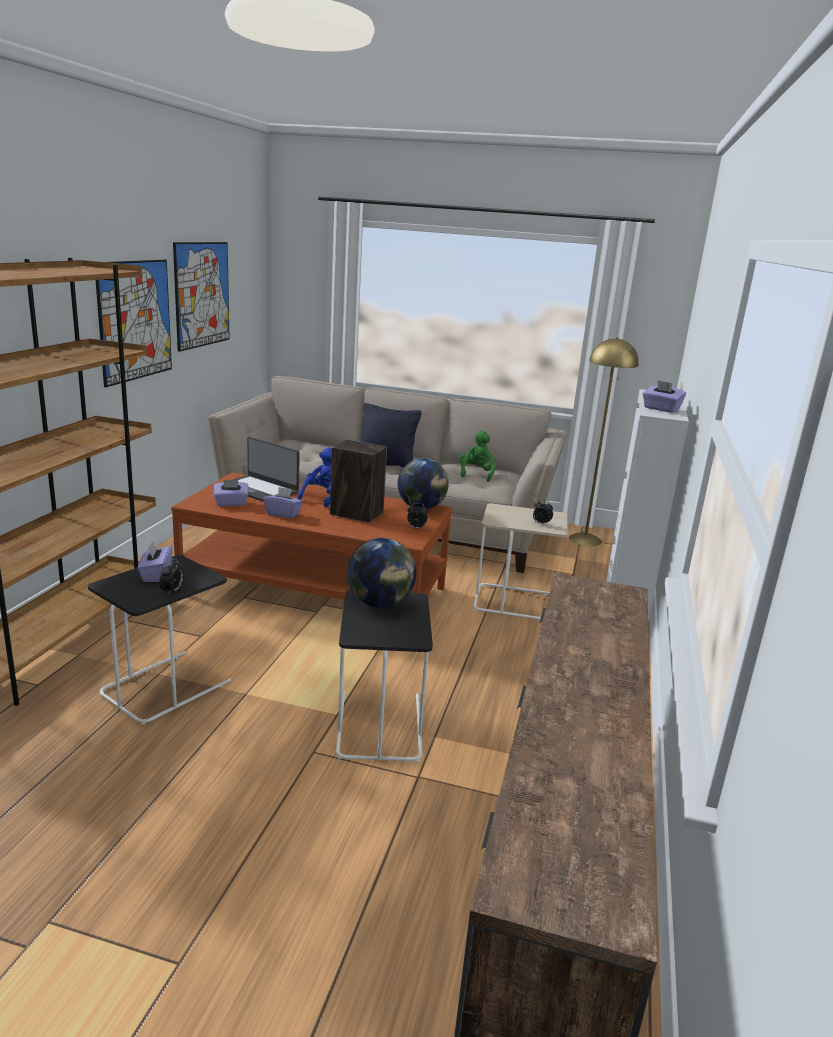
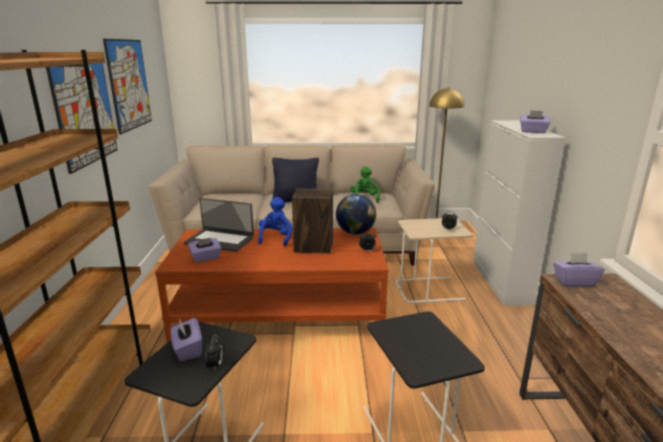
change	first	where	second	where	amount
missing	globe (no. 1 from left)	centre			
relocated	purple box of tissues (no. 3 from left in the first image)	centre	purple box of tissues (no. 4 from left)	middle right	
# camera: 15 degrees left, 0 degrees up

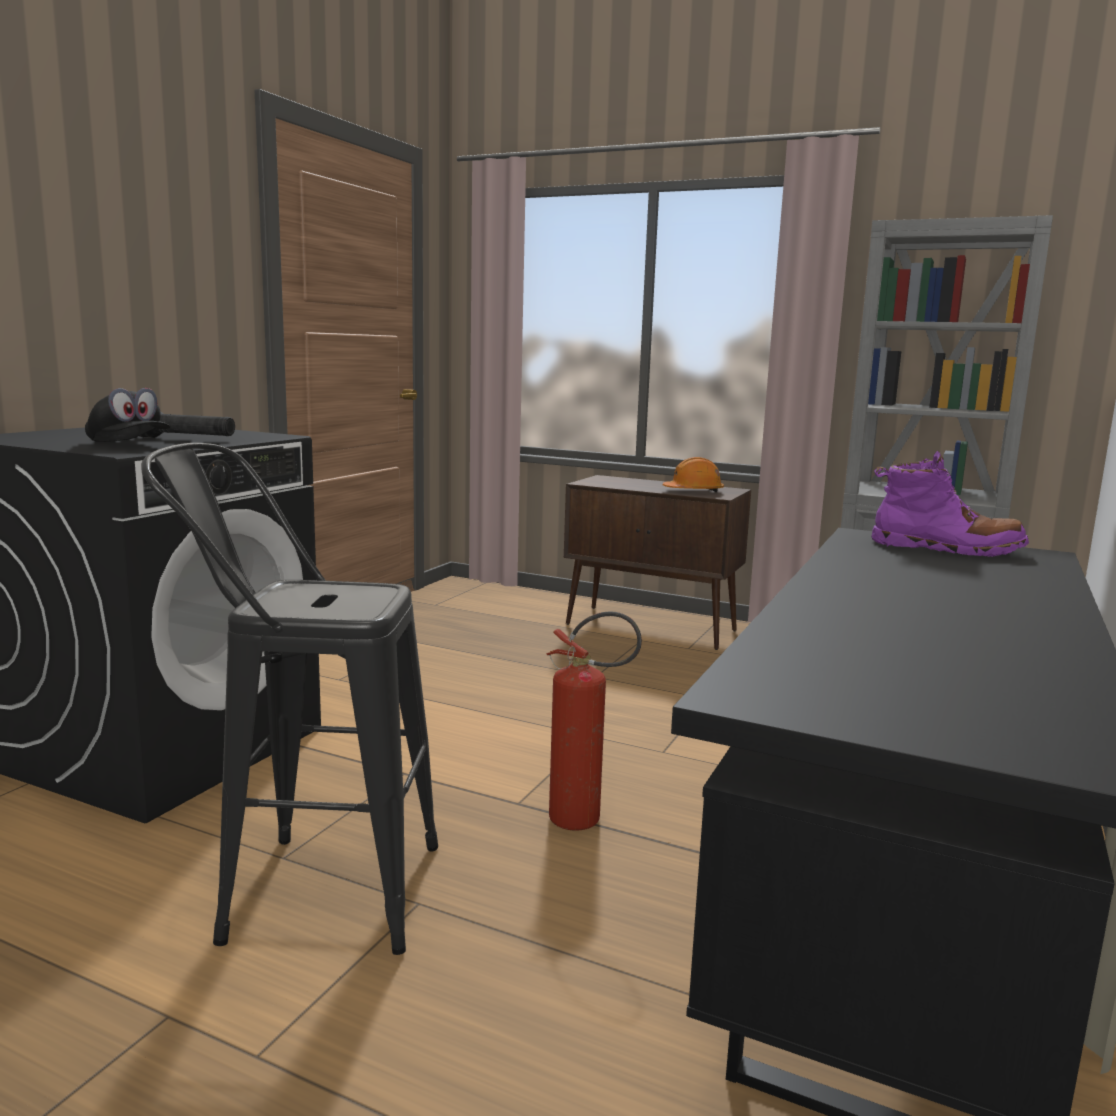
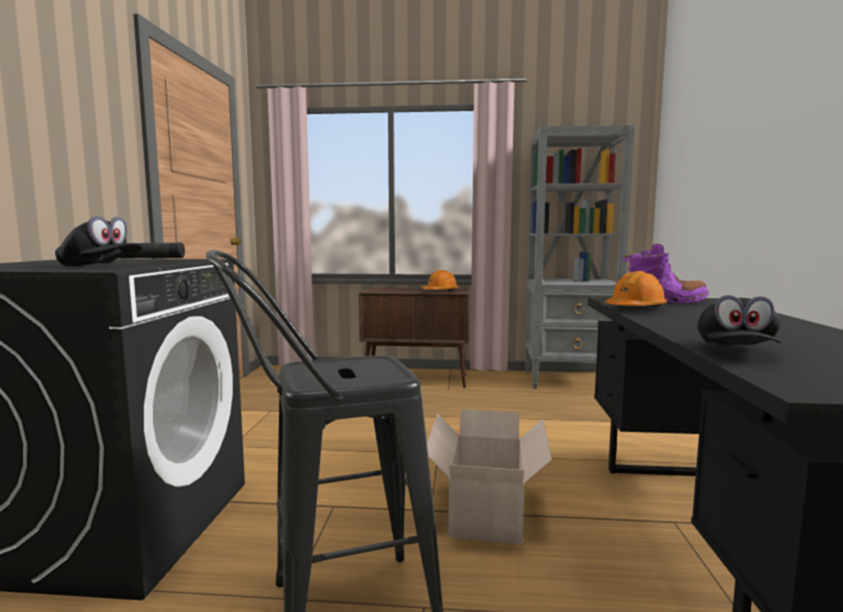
change	first	where	second	where	amount
appeared			orangey work helmet (no. 2 from left)	middle right	
appeared			black-coloured peaked cap (no. 2 from left)	middle right	
exchanged	fire extinguisher	centre	cardboard box	bottom centre	
# camera: 20 degrees left, 5 degrees down

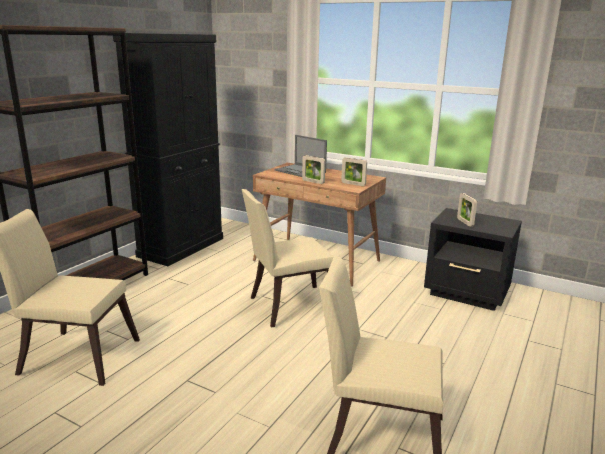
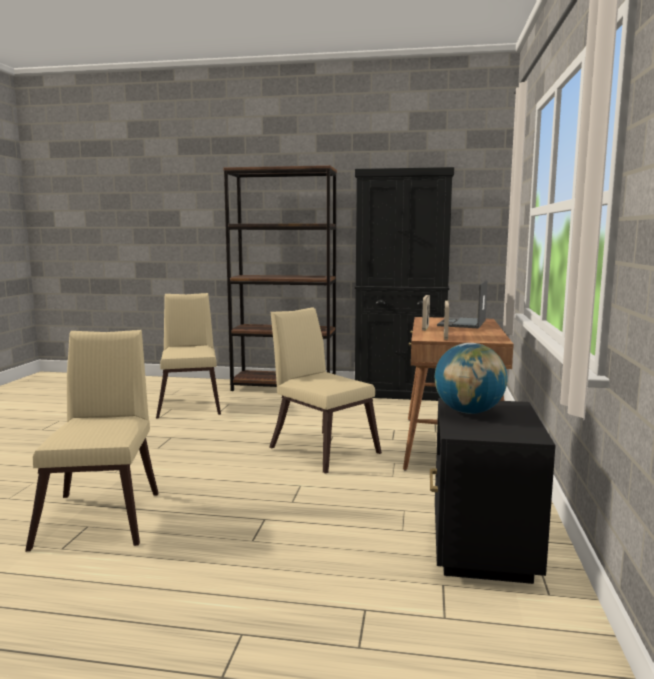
change	first	where	second	where	amount
exchanged	picture frame (no. 3 from left)	middle right	globe	middle right	
# camera: 70 degrees right, 10 degrees down

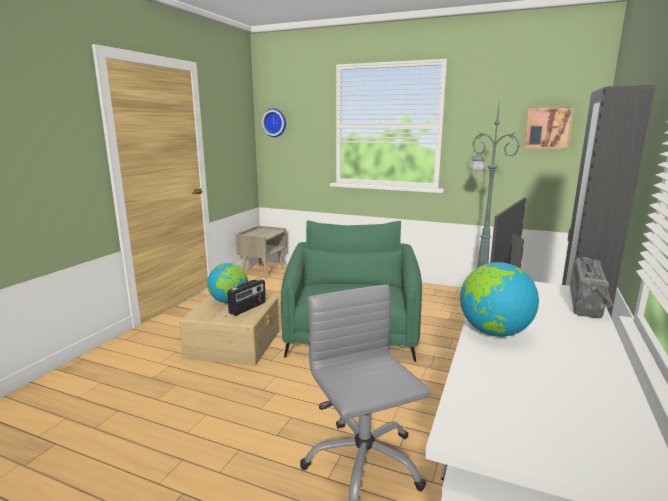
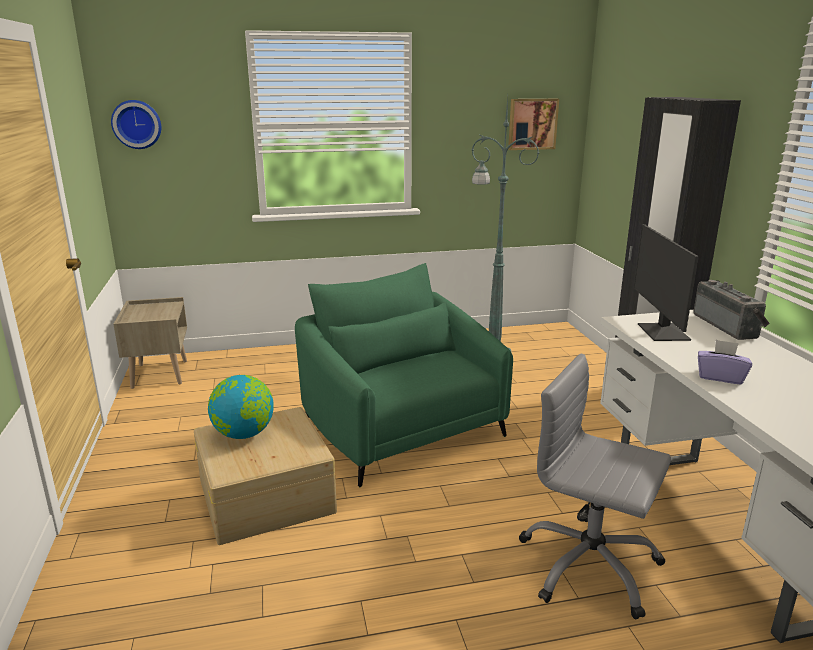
change	first	where	second	where	amount
missing	radio set (no. 1 from left)	centre			
exchanged	globe (no. 2 from left)	middle right	purple box of tissues	middle right	
# camera: 35 degrees left, 5 degrees up

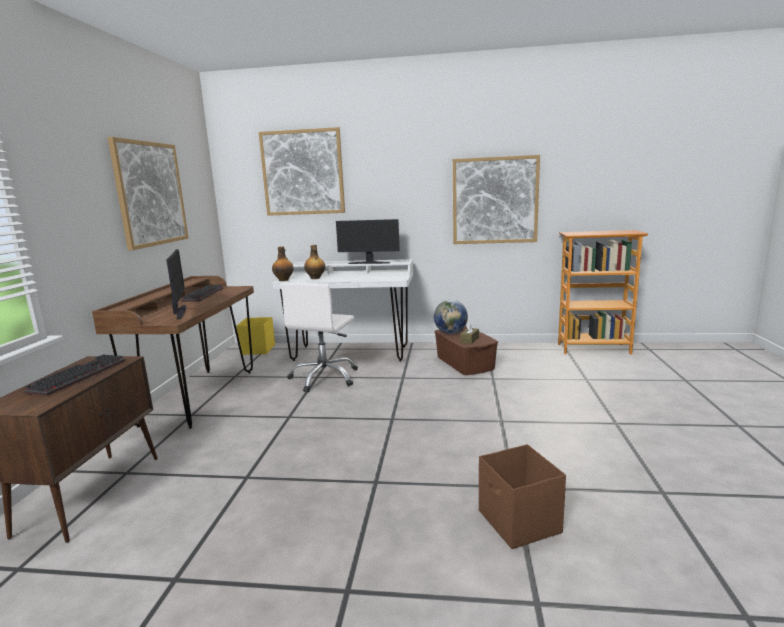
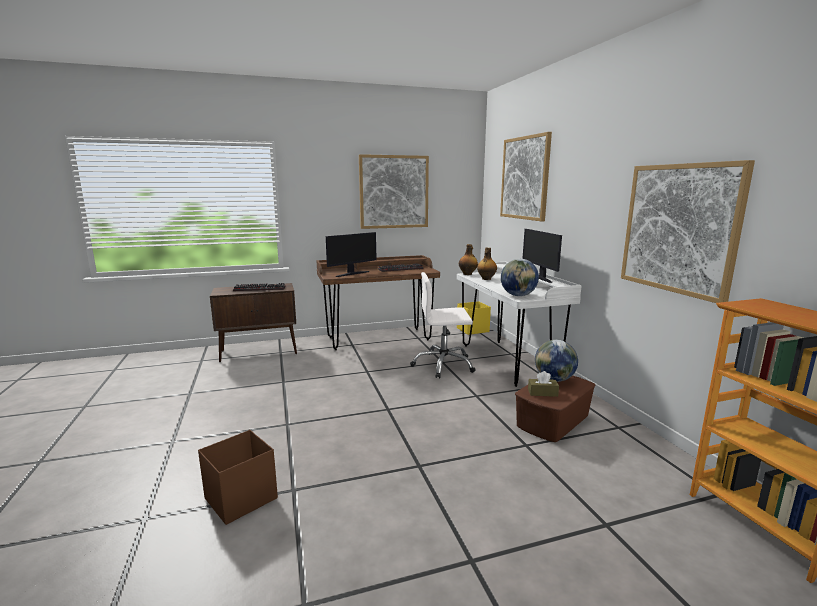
change	first	where	second	where	amount
appeared			globe (no. 1 from left)	centre	
# camera: 65 degrees right, 0 degrees up

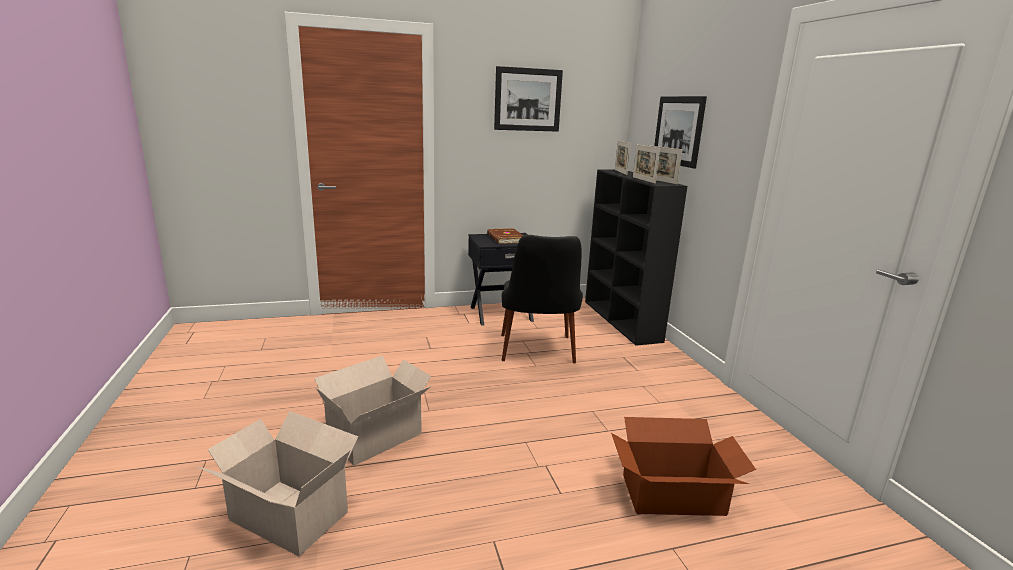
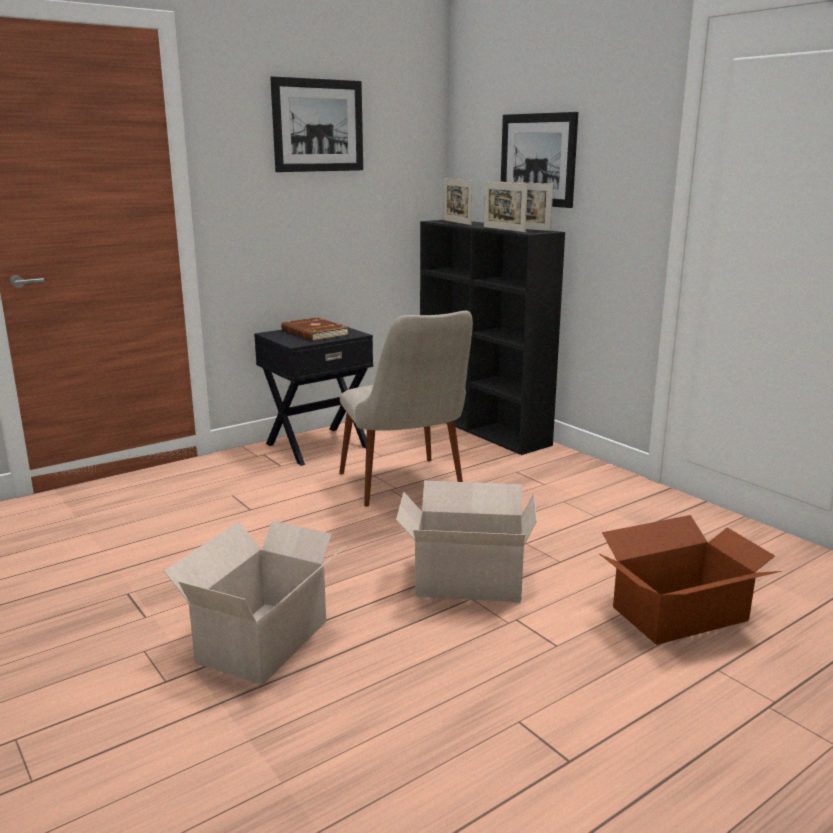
change	first	where	second	where	amount
relocated	cardboard box (no. 1 from left in the first image)	bottom left	cardboard box (no. 2 from left)	centre	
colour	black-coloured chair	centre	beige chair	centre	
# camera: 20 degrees left, 0 degrees up

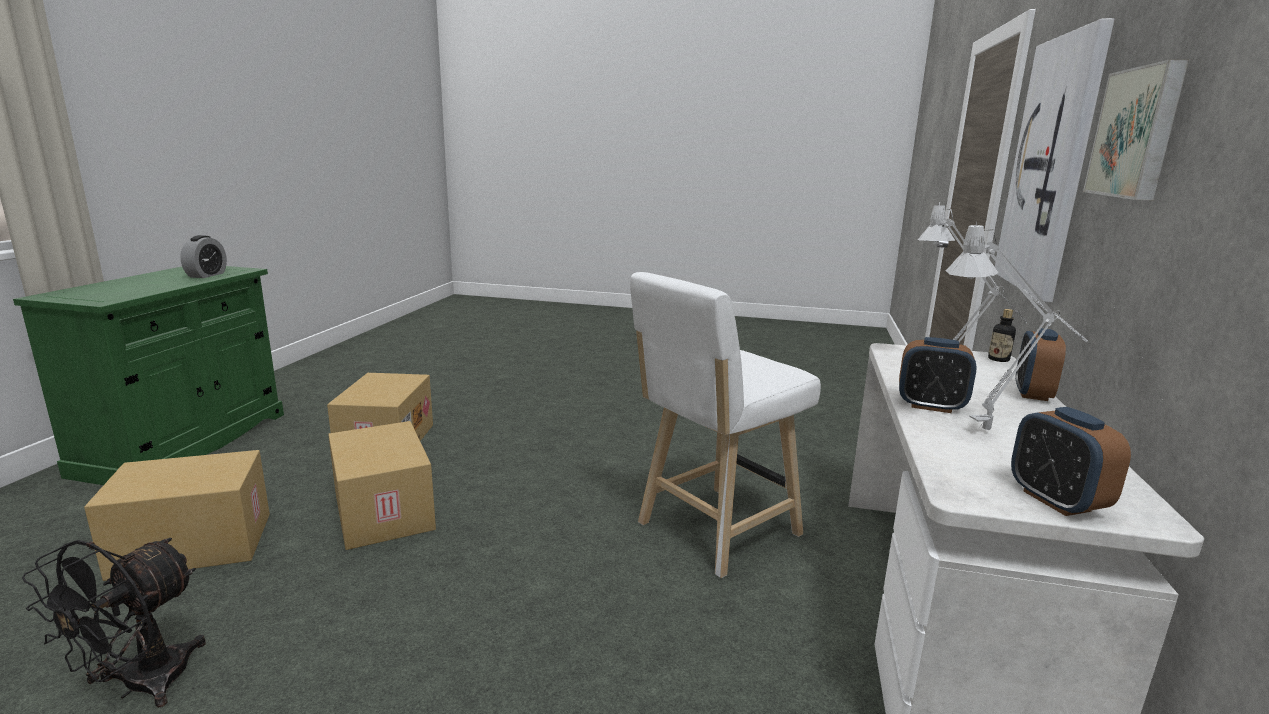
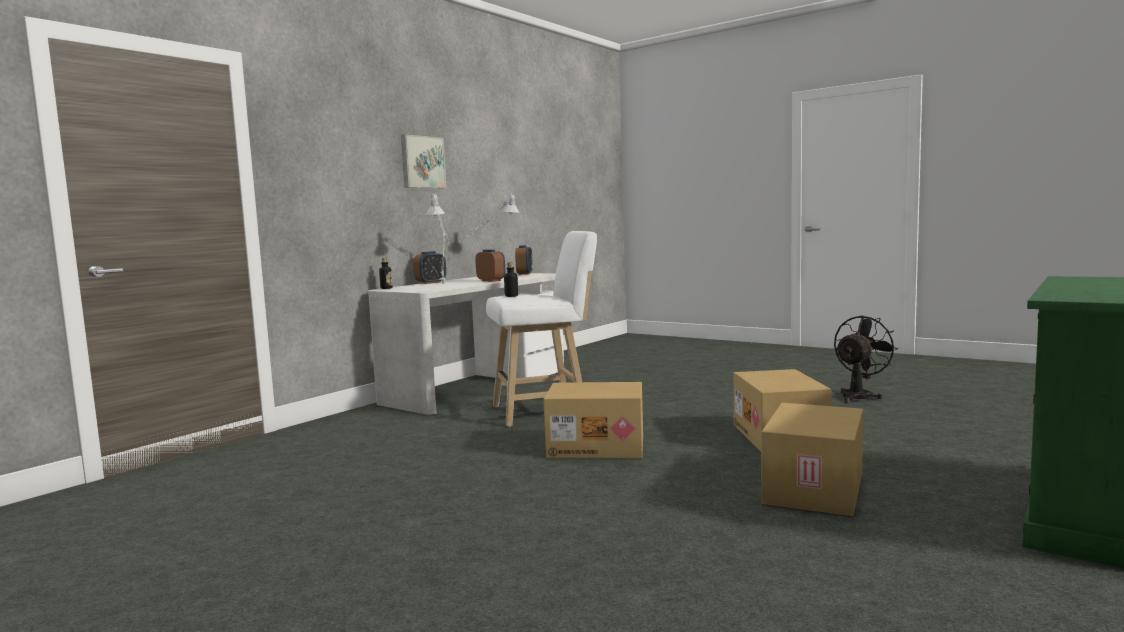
change	first	where	second	where	amount
missing	table clock (no. 1 from left)	middle left			
missing	wall art (no. 1 from left)	top right			
appeared			drink bottle (no. 2 from left)	centre	
relocated	cardboard box (no. 1 from left)	bottom left		centre	
# camera: 155 degrees left, 10 degrees down

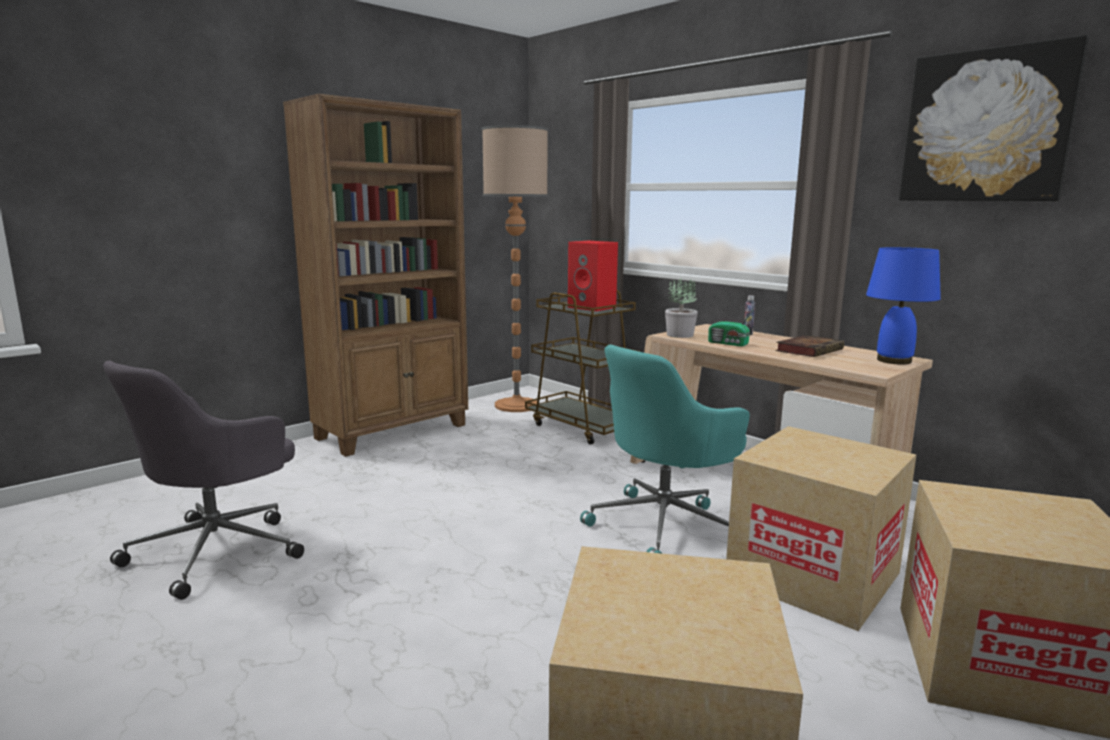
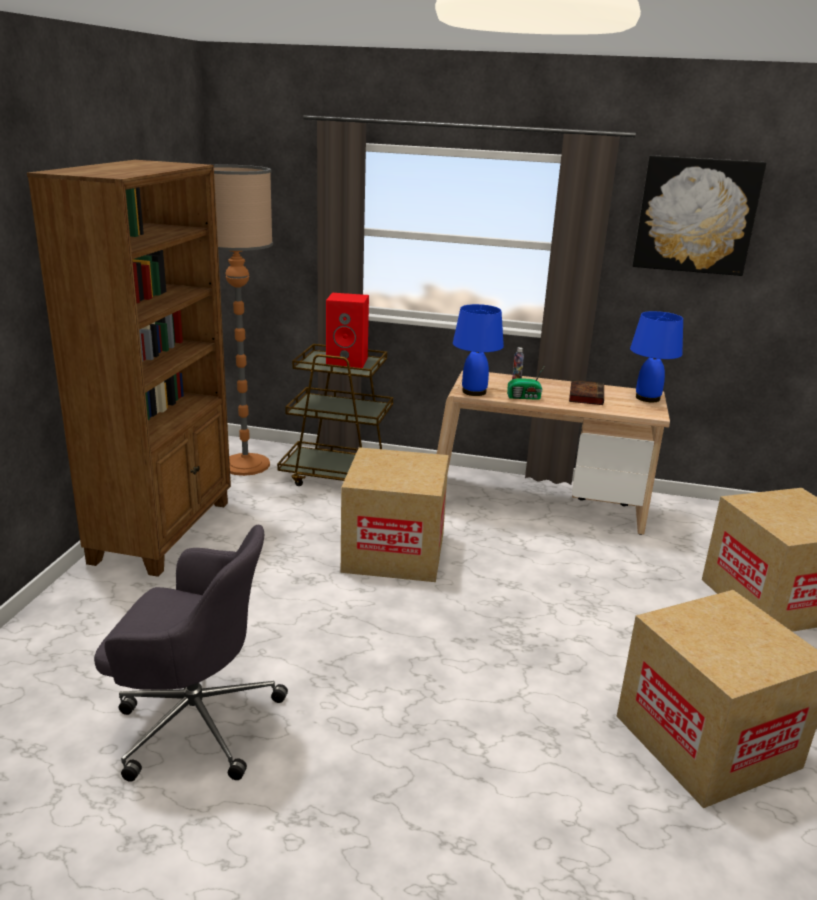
change	first	where	second	where	amount
missing	turquoise-coloured computer chair	centre			
relocated	cardboard box (no. 2 from left in the first image)	bottom right	cardboard box (no. 1 from left)	centre	
exchanged	potted plant	centre	blue lamp for a table (no. 1 from left)	centre	
spun	greyish computer chair	middle left		bottom left	75 degrees counterclockwise
# camera: 35 degrees left, 10 degrees up

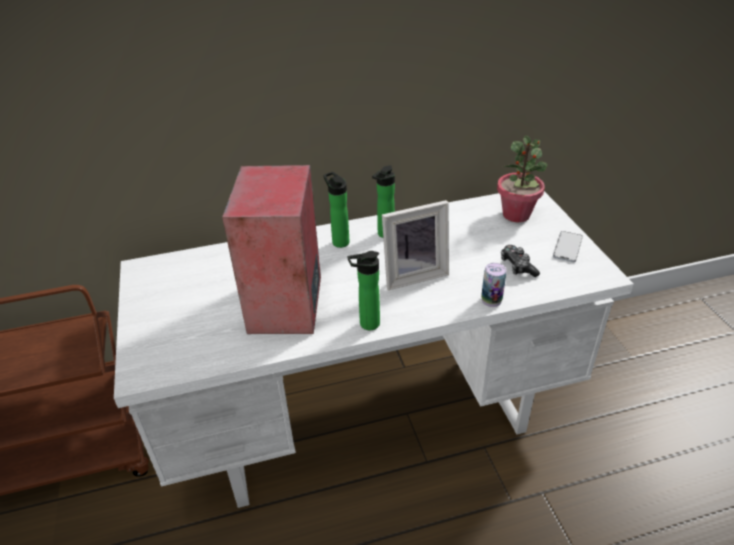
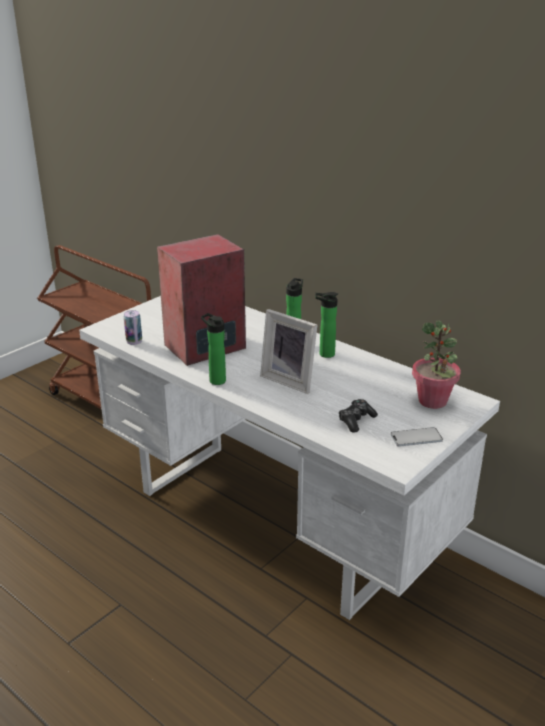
change	first	where	second	where	amount
relocated	can	middle right		middle left	
# camera: 55 degrees right, 10 degrees down

